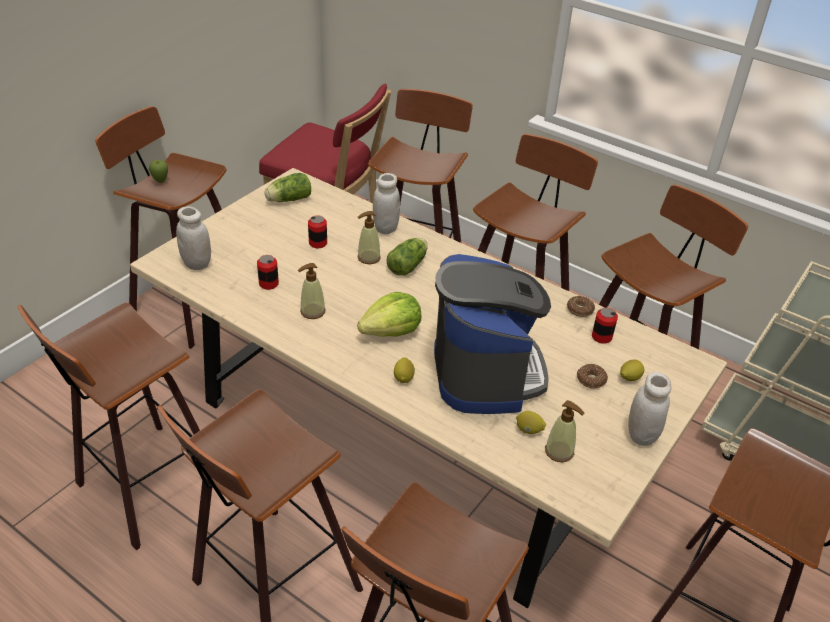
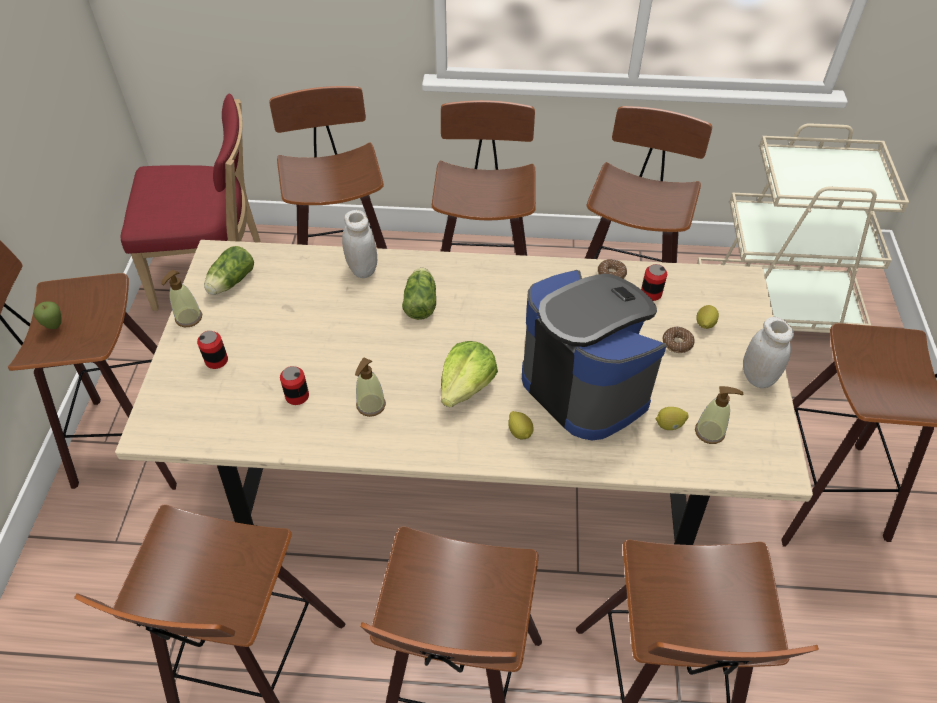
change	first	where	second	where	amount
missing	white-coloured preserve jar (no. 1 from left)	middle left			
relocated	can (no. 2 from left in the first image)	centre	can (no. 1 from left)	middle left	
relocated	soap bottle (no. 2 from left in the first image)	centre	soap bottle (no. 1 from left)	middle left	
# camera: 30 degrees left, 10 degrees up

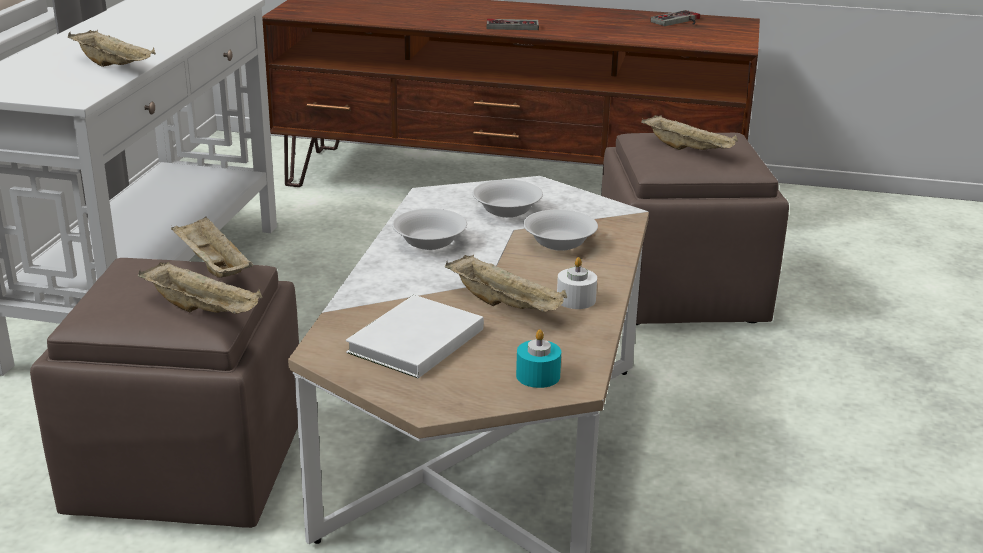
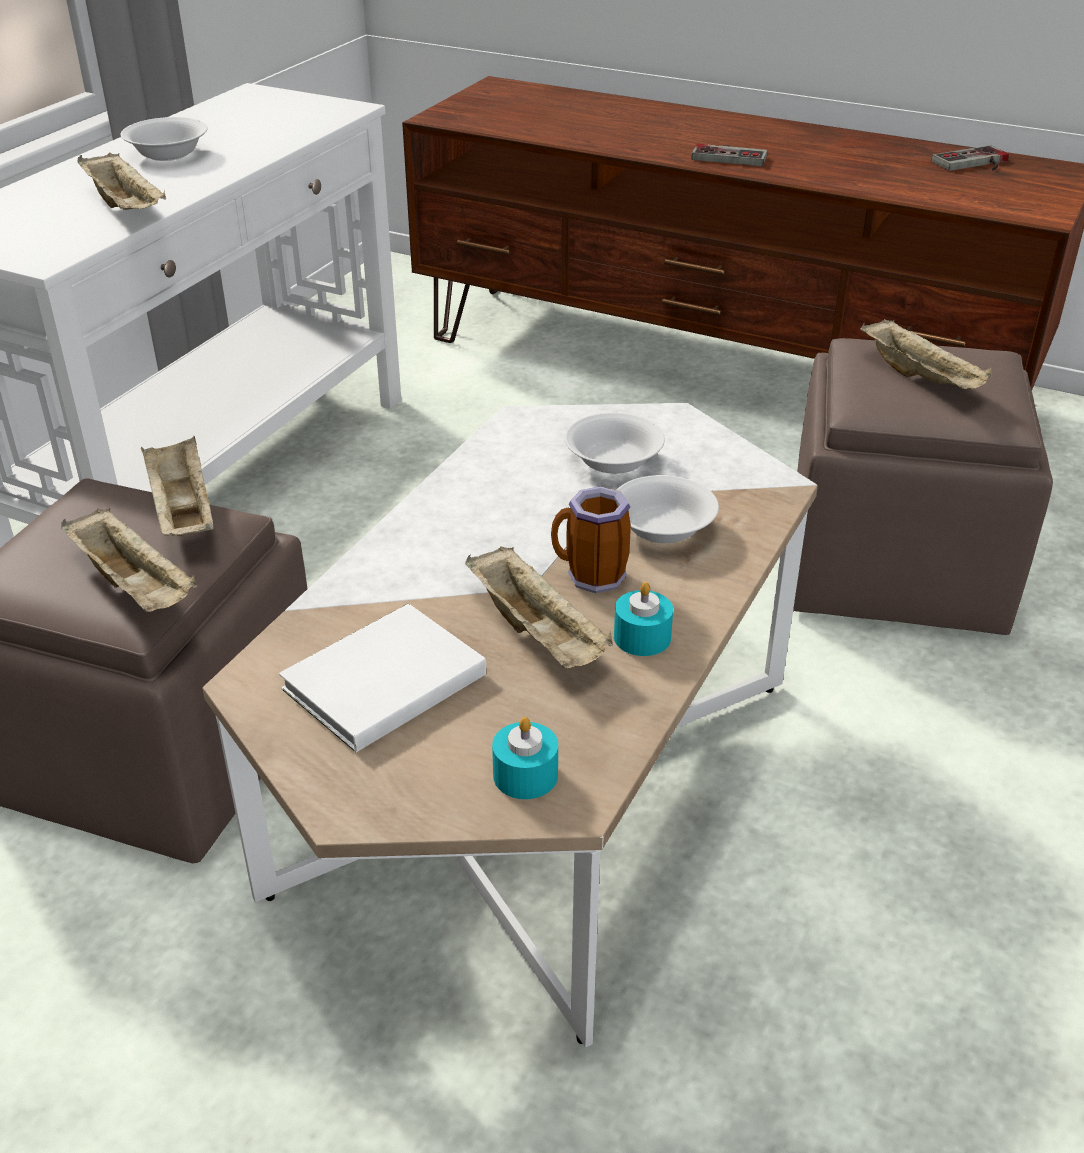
change	first	where	second	where	amount
appeared			coffee mug	centre	
relocated	white-coloured serving bowl (no. 1 from left)	centre		top left	
colour	white-coloured candle	centre	turquoise-coloured candle (no. 2 from left)	centre	
# camera: 15 degrees right, 10 degrees up

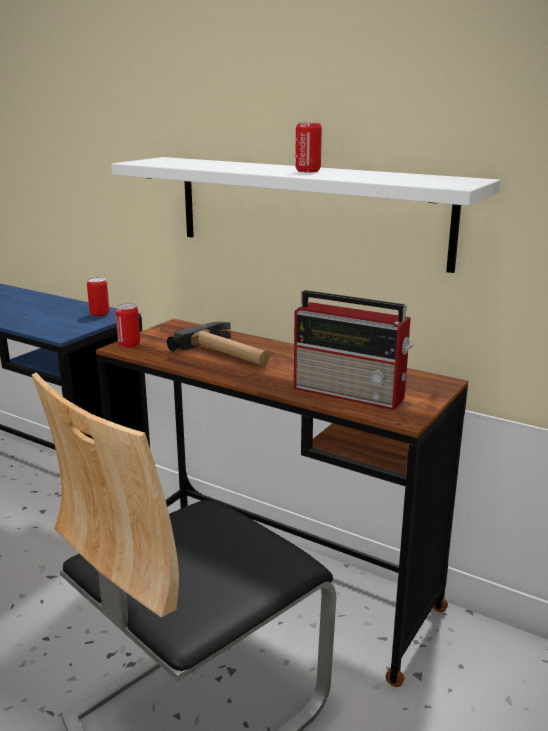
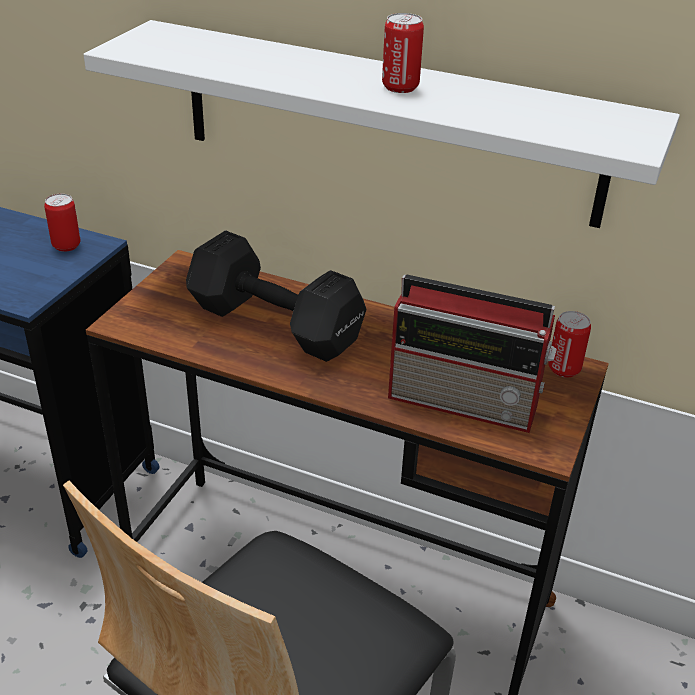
change	first	where	second	where	amount
relocated	can (no. 2 from left in the first image)	middle left	can (no. 3 from left)	middle right	
exchanged	hand hammer	centre	black-coloured hand weight	centre	
# camera: 10 degrees left, 15 degrees up

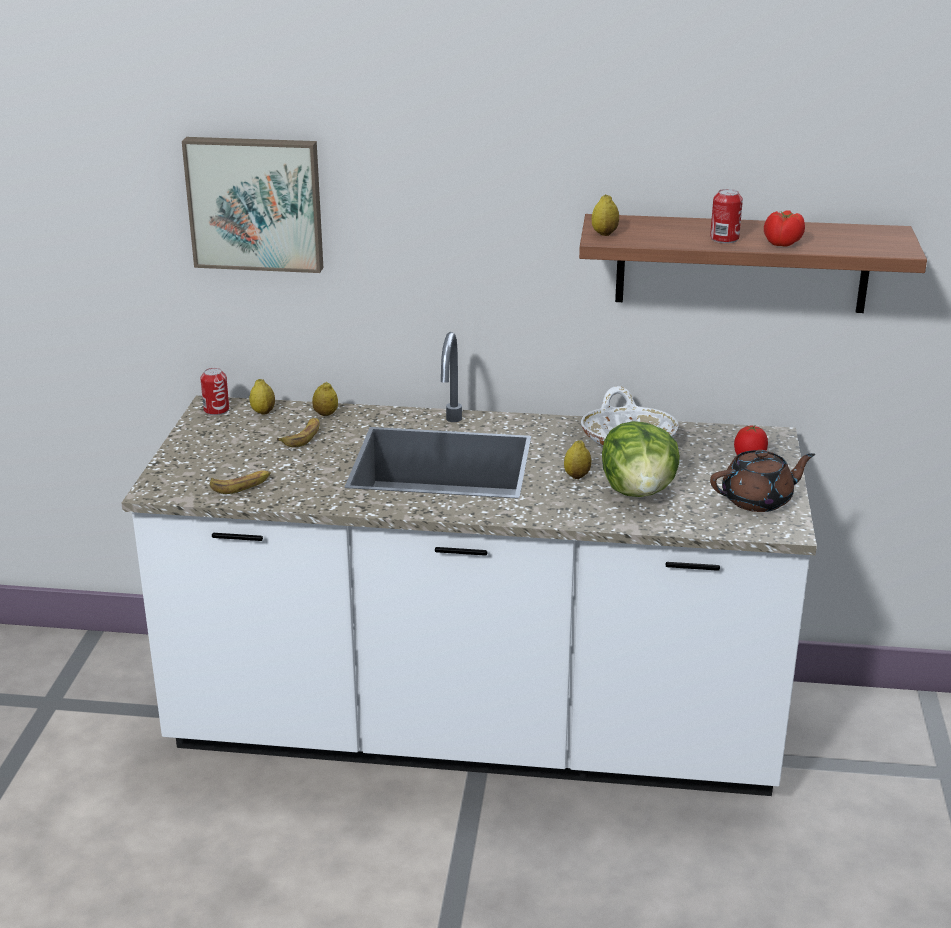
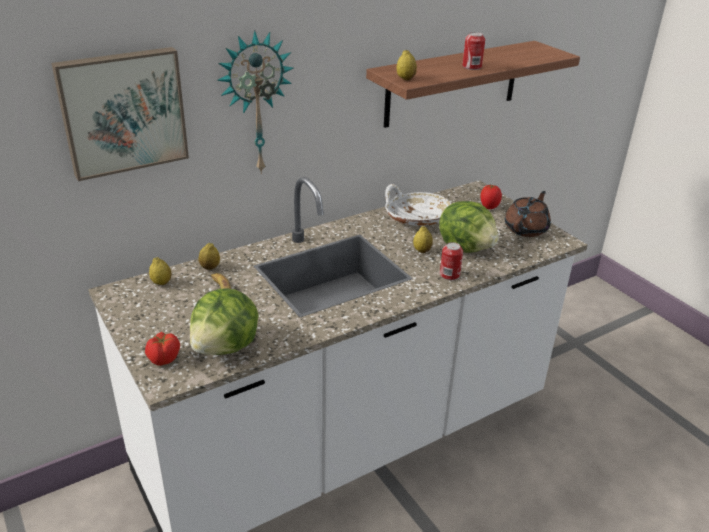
change	first	where	second	where	amount
appeared			wall clock	top centre	
relocated	can (no. 1 from left)	middle left		centre	
relocated	fresh tomato (no. 2 from left in the first image)	top right	fresh tomato (no. 1 from left)	middle left	
exchanged	whole banana (no. 1 from left)	middle left	head of lettuce (no. 1 from left)	middle left	
# camera: 40 degrees left, 5 degrees up

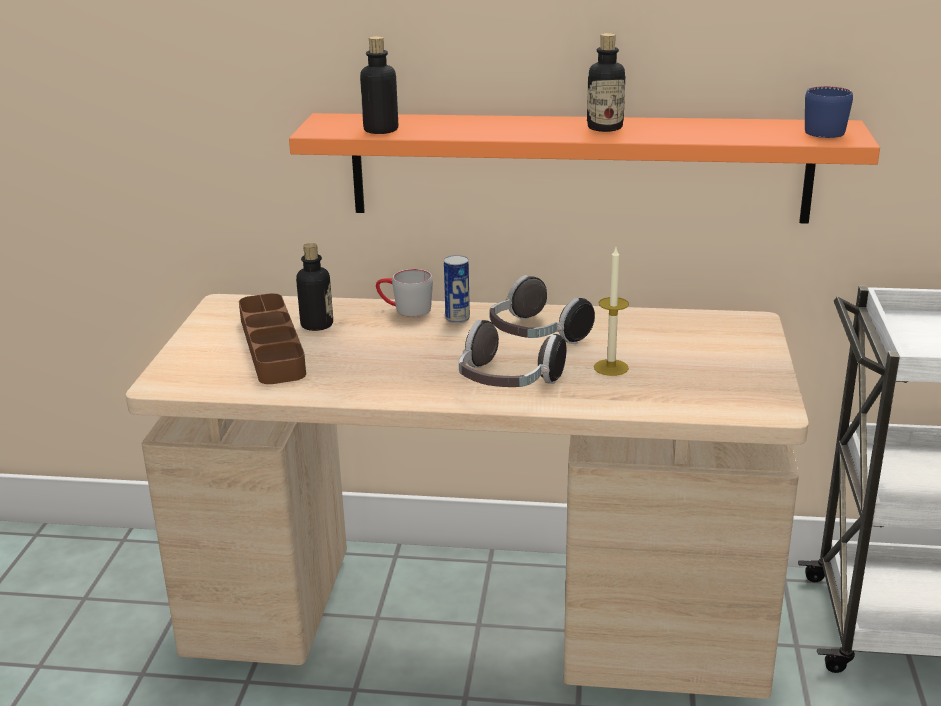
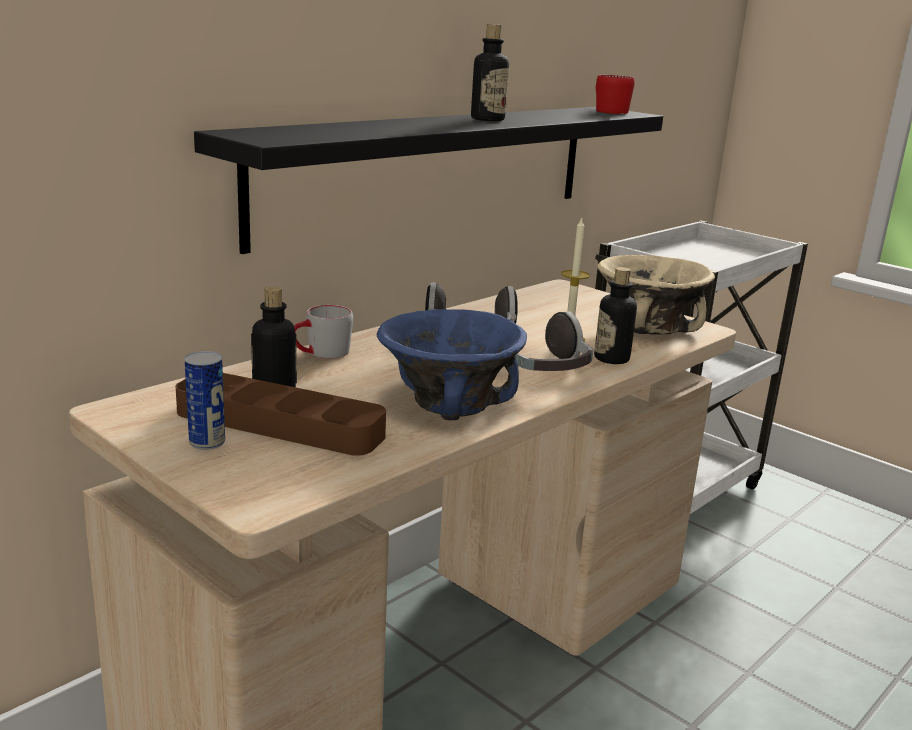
change	first	where	second	where	amount
appeared			blue serving bowl	centre	
appeared			beige serving bowl	middle right	
relocated	drink bottle (no. 2 from left in the first image)	top centre	drink bottle (no. 3 from left)	middle right	
relocated	can	centre		middle left	
colour	orangey shelf	top centre	black-coloured shelf	top centre	
colour	blue coffee mug	top right	reddish coffee mug	top right	
# camera: 55 degrees left, 5 degrees down

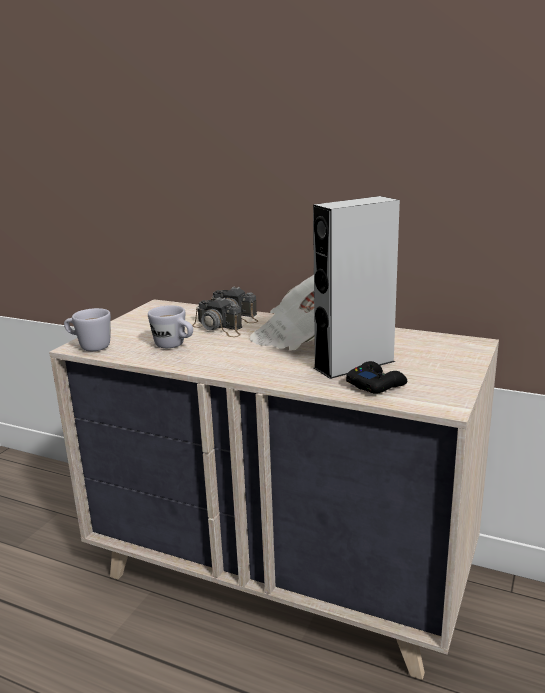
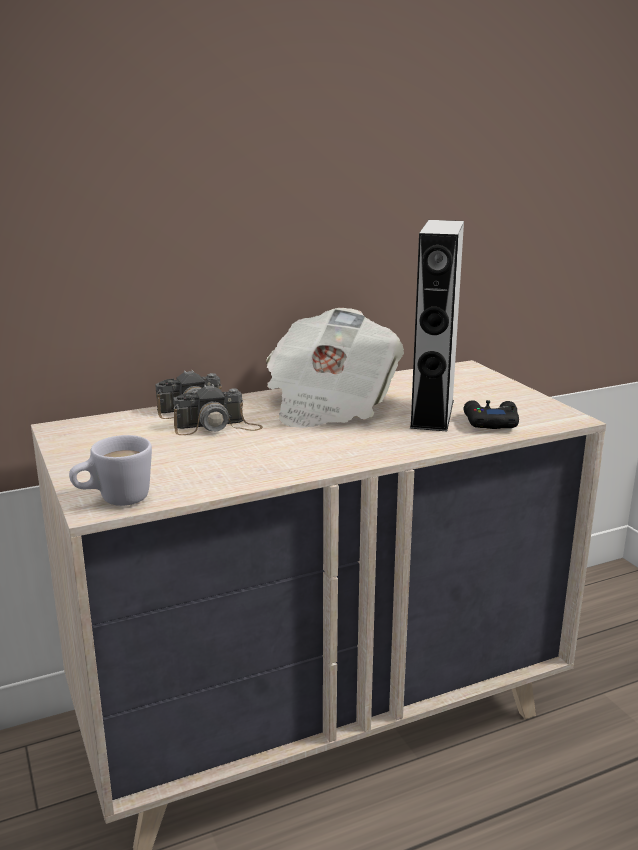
change	first	where	second	where	amount
missing	white-coloured coffee mug (no. 2 from left)	middle left			
# camera: 50 degrees left, 0 degrees up

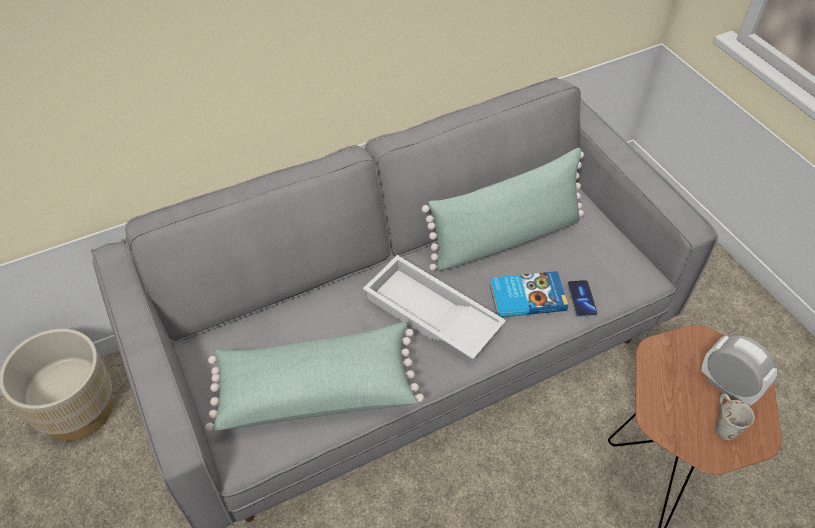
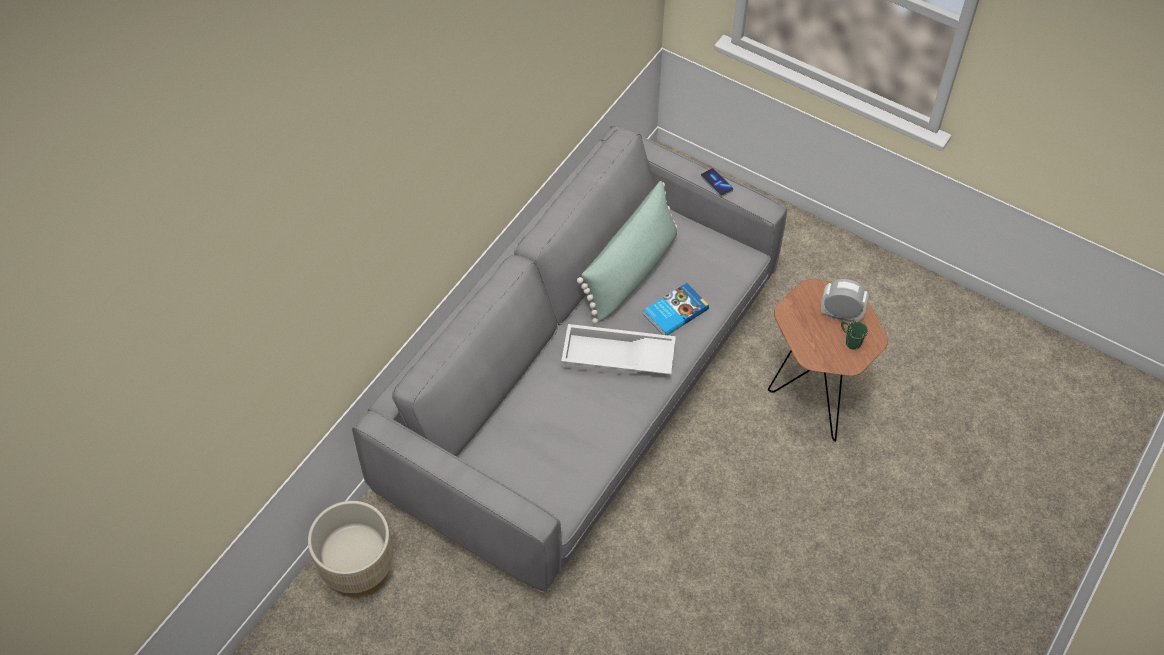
change	first	where	second	where	amount
missing	green pillow (no. 1 from left)	bottom centre			
relocated	handset	middle right		top centre	
colour	white-coloured coffee mug	bottom right	green coffee mug	middle right	
# camera: 30 degrees left, 5 degrees up

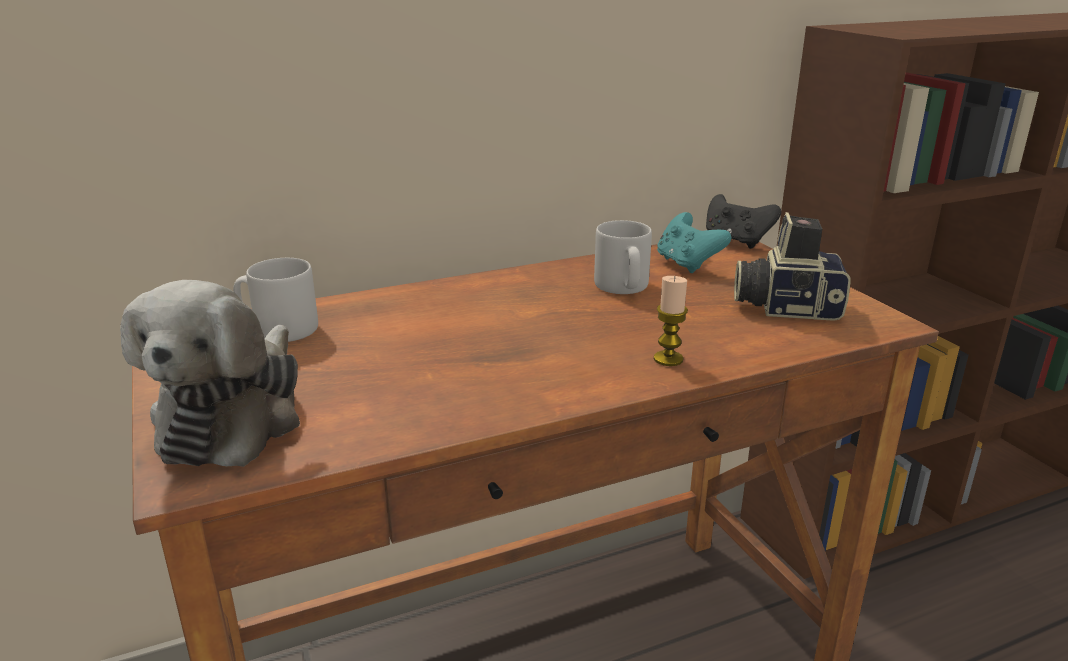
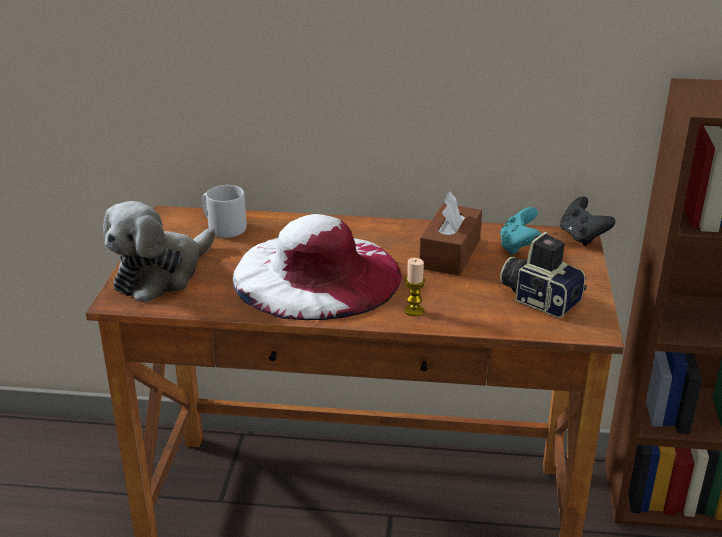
change	first	where	second	where	amount
appeared			white-coloured wearable hat	centre	
exchanged	greyish coffee mug (no. 2 from left)	centre	brown box of tissues	centre	
# camera: 30 degrees right, 5 degrees up

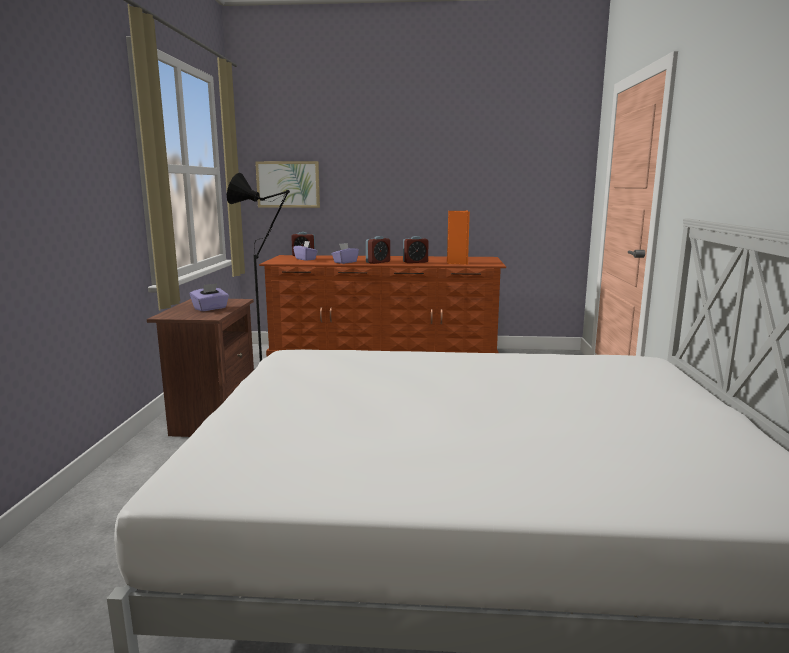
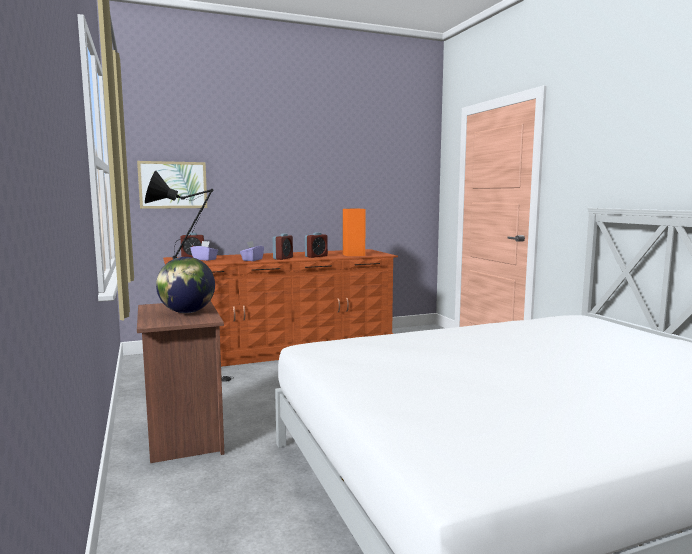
change	first	where	second	where	amount
exchanged	purple box of tissues (no. 1 from left)	middle left	globe	middle left	
# camera: 25 degrees left, 5 degrees down

